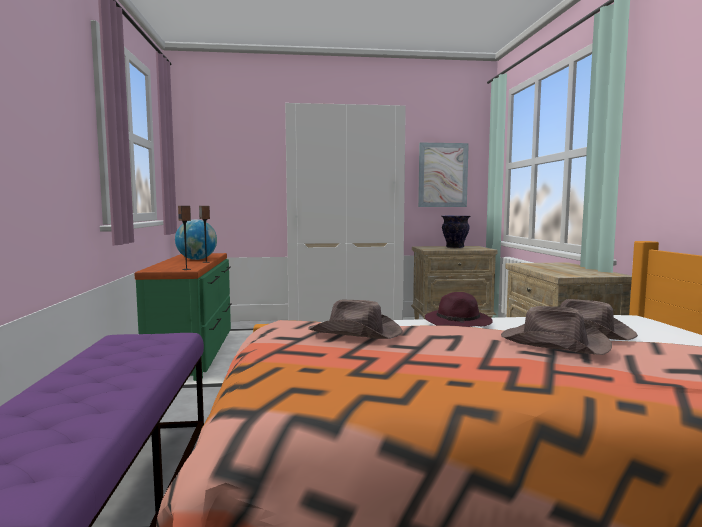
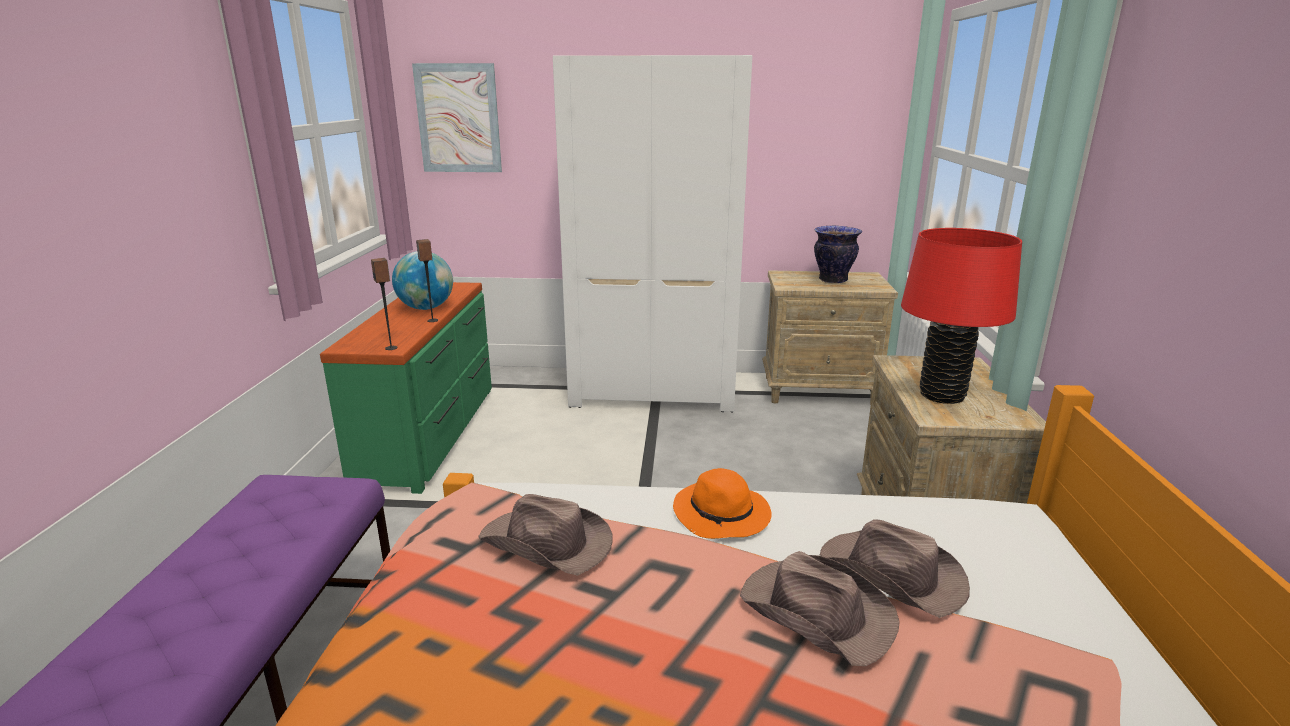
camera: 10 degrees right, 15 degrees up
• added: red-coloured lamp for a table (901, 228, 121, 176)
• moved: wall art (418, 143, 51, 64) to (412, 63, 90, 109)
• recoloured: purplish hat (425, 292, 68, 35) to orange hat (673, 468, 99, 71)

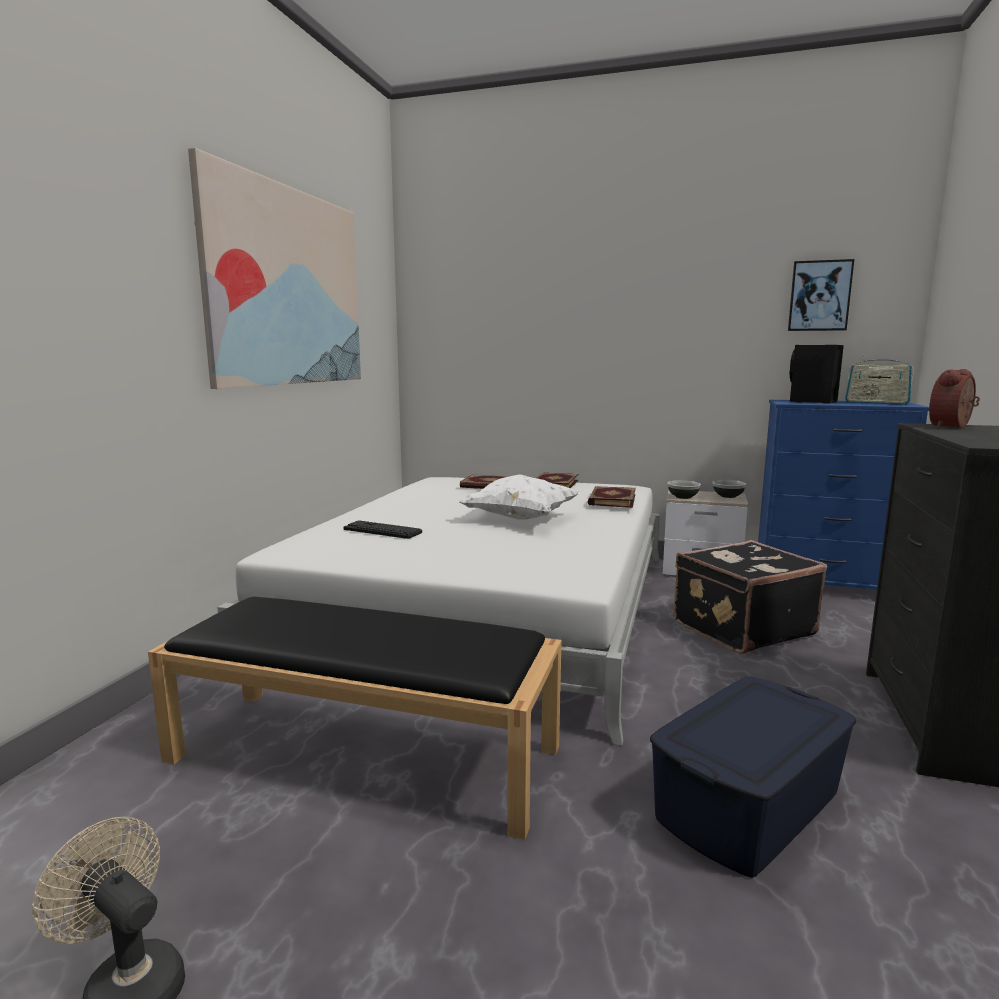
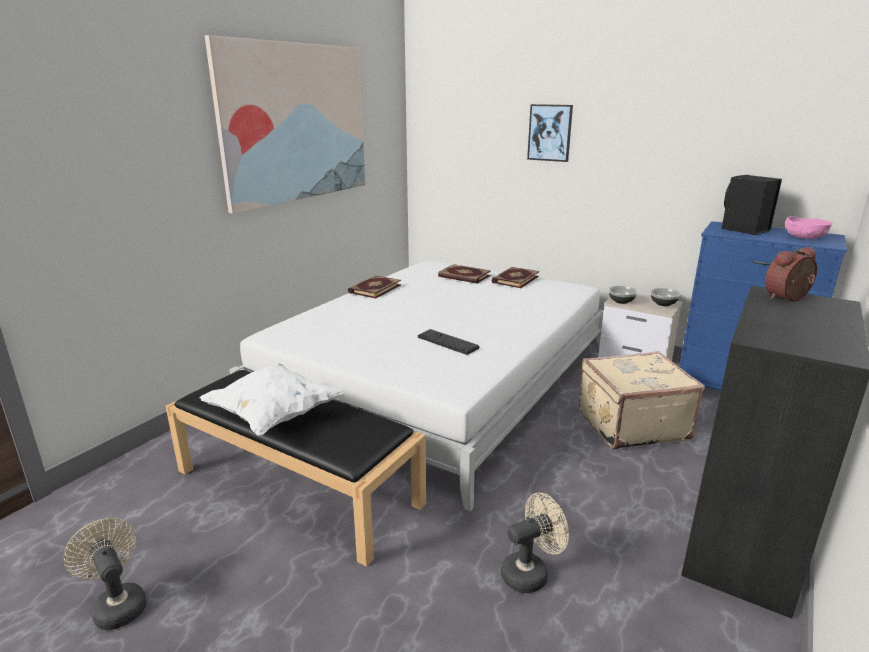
camera: 15 degrees right, 10 degrees up
• moved: computer keyboard (344, 520, 78, 19) to (418, 329, 61, 26)
• moved: white pillow (458, 474, 122, 46) to (200, 363, 144, 74)
• moved: bound book (588, 486, 48, 22) to (348, 275, 53, 24)
• moved: wall art (788, 259, 66, 72) to (527, 104, 46, 58)
• replaced: bluish storage box (650, 676, 206, 202) to sand-coloured fan (501, 492, 68, 101)
• replaced: radio set (845, 355, 69, 50) to pink-coloured serving bowl (785, 216, 47, 23)
• recoloured: blackish travel case (674, 540, 153, 114) to sand-coloured travel case (579, 351, 126, 99)

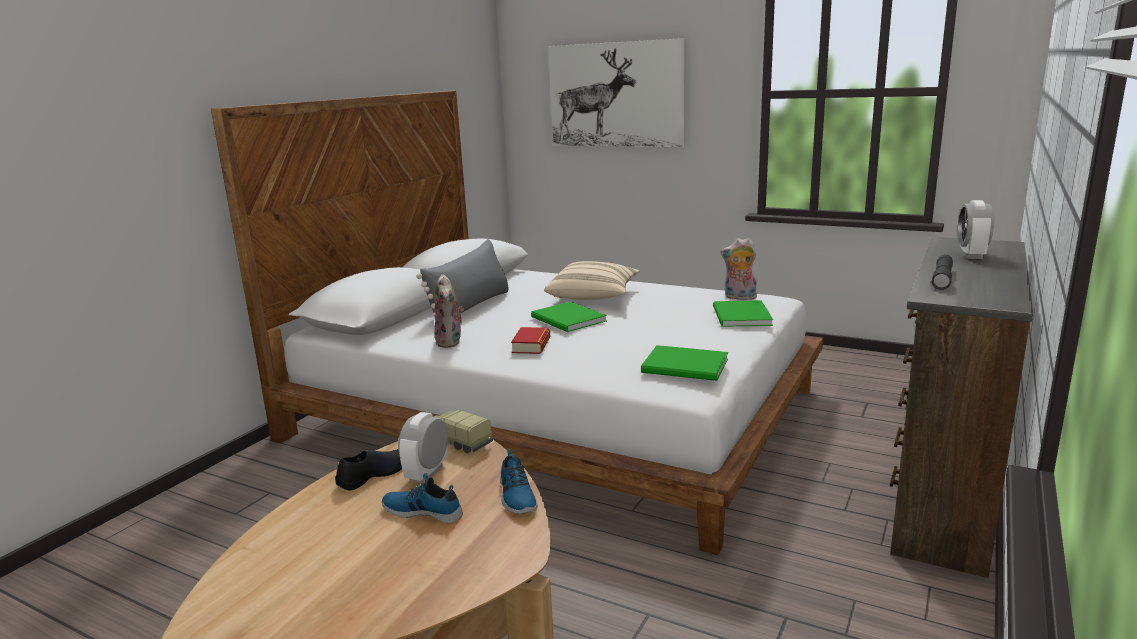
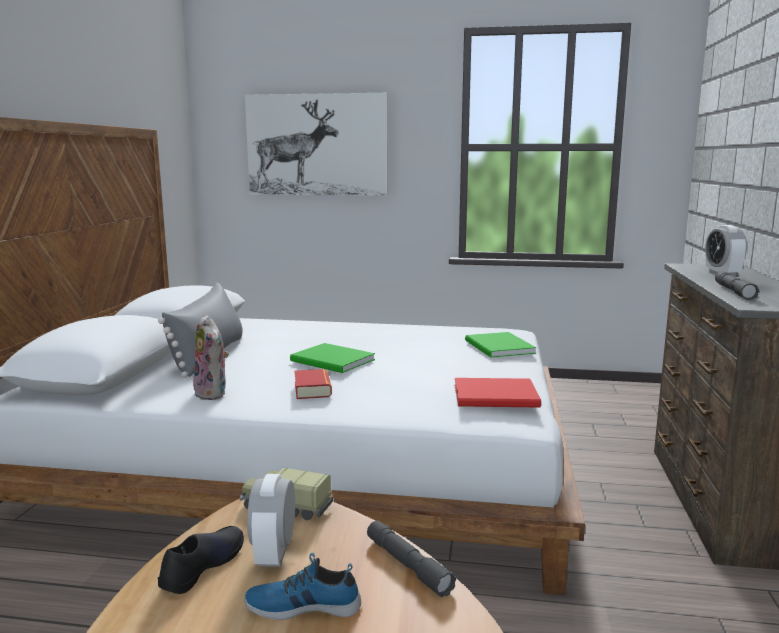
camera: 20 degrees left, 5 degrees down
• removed: sand-coloured pillow (544, 261, 96, 39)
• removed: soft toy (721, 238, 37, 62)
• replaced: shoe (500, 449, 38, 65) to gray hand torch (367, 521, 89, 76)
• recoloured: green-coloured bound book (641, 345, 87, 36) to red-coloured bound book (455, 378, 86, 30)

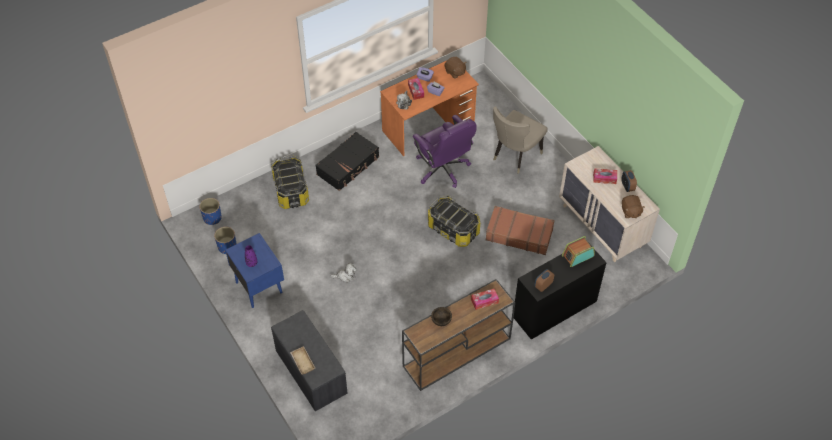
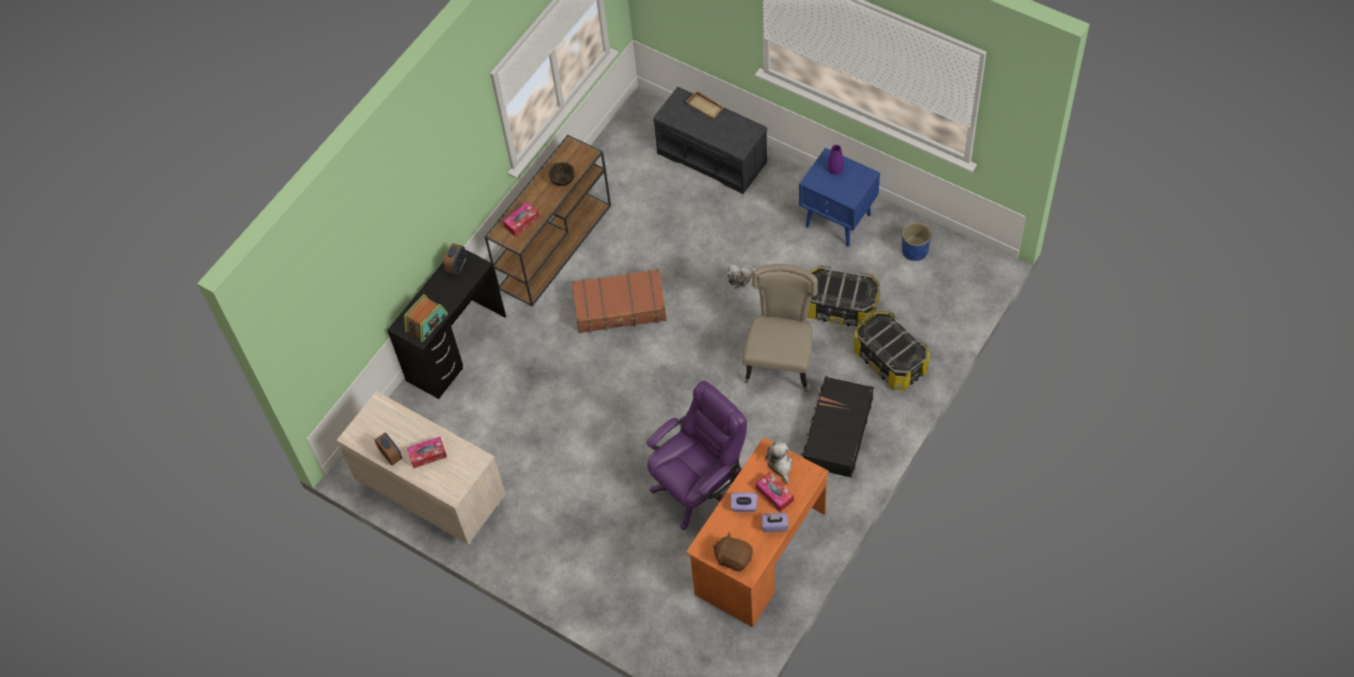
camera: 160 degrees right, 5 degrees up
• removed: bluish plant pot (199, 198, 23, 27)
• removed: brown soft toy (622, 195, 23, 23)
• moved: storage box (428, 196, 52, 51) to (807, 265, 73, 61)
• moved: brown travel case (486, 206, 69, 49) to (572, 269, 95, 64)
• moved: sand-coloured upright chair (493, 106, 55, 68) to (743, 264, 75, 128)
• turned: purplish computer chair (413, 115, 64, 73) = (646, 380, 101, 150) 105 degrees clockwise

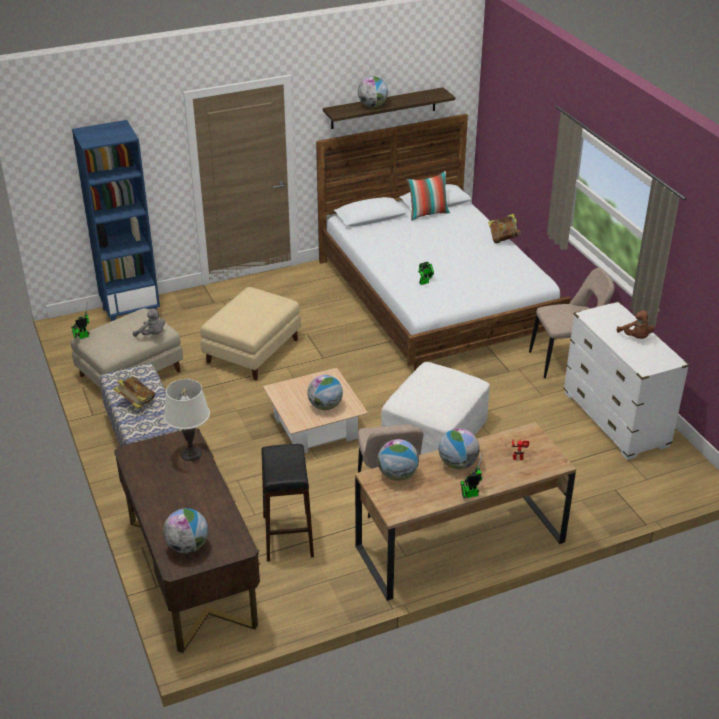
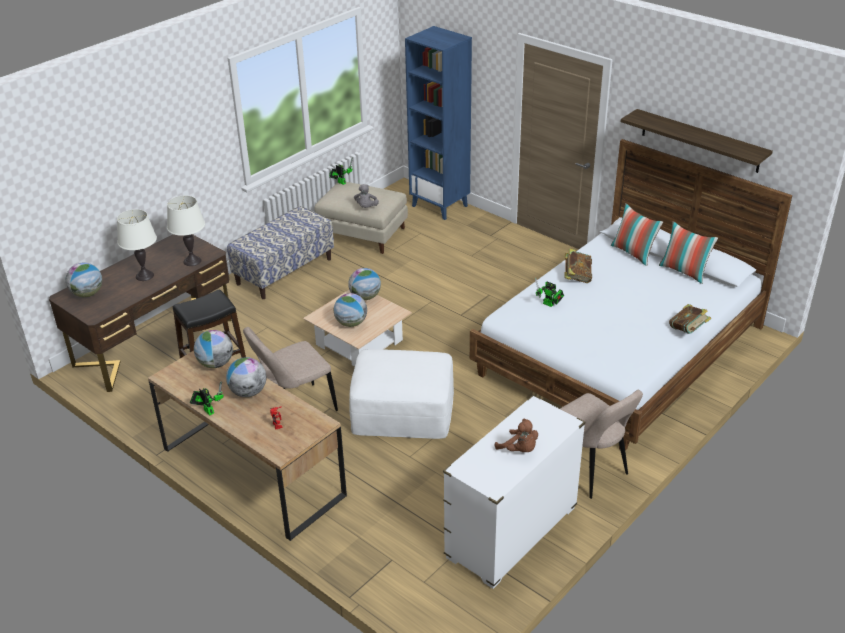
camera: 65 degrees right, 0 degrees up
• removed: sand-coloured footrest (200, 287, 101, 93)
• added: white lamp for a table (117, 209, 40, 72)
• added: pillow (611, 203, 52, 63)
• moved: bound book (113, 376, 42, 33) to (564, 248, 28, 35)
• moved: world globe (358, 76, 30, 32) to (348, 268, 33, 32)
• turned: brown soft toy (617, 310, 37, 29) = (495, 419, 43, 33) 90 degrees counterclockwise

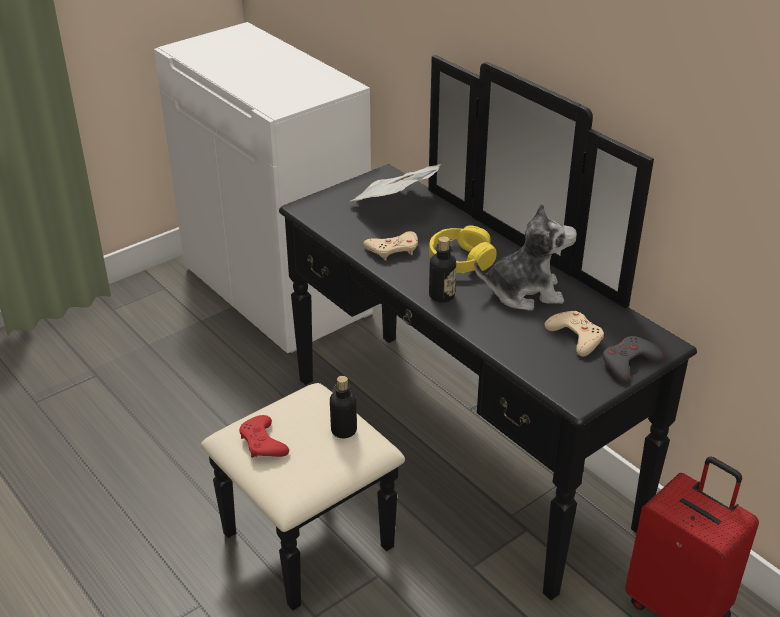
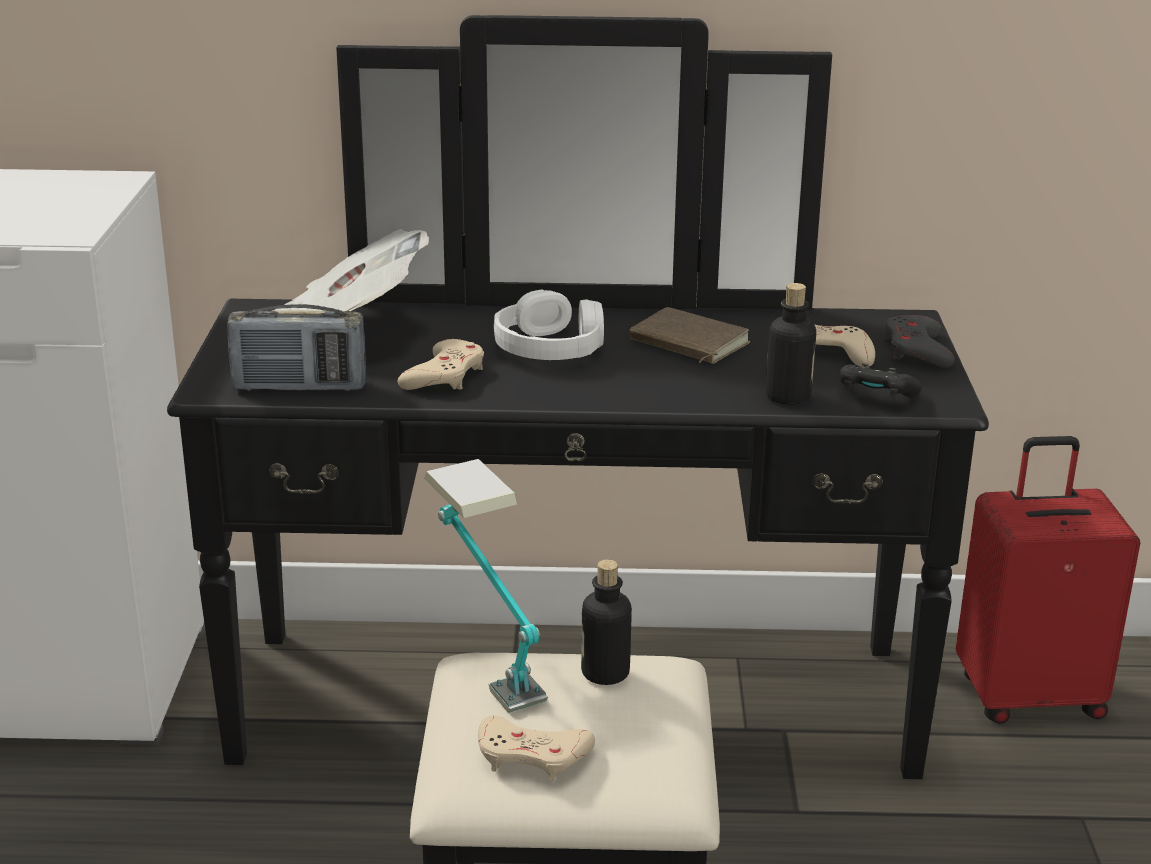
camera: 50 degrees left, 10 degrees down
• added: radio set (227, 304, 139, 87)
• added: lamp for a table (424, 459, 124, 254)
• added: blackish gamepad (839, 363, 83, 35)
• moved: bottle (429, 236, 27, 67) to (766, 283, 50, 122)
• replaced: soft toy (474, 202, 103, 109) to brown bound book (630, 307, 120, 57)
• recoloured: red-coloured gamepad (239, 415, 50, 43) to sand-coloured gamepad (478, 716, 117, 65)
• recoloured: yellow-coloured pair of headphones (429, 225, 68, 48) to white pair of headphones (494, 290, 110, 70)

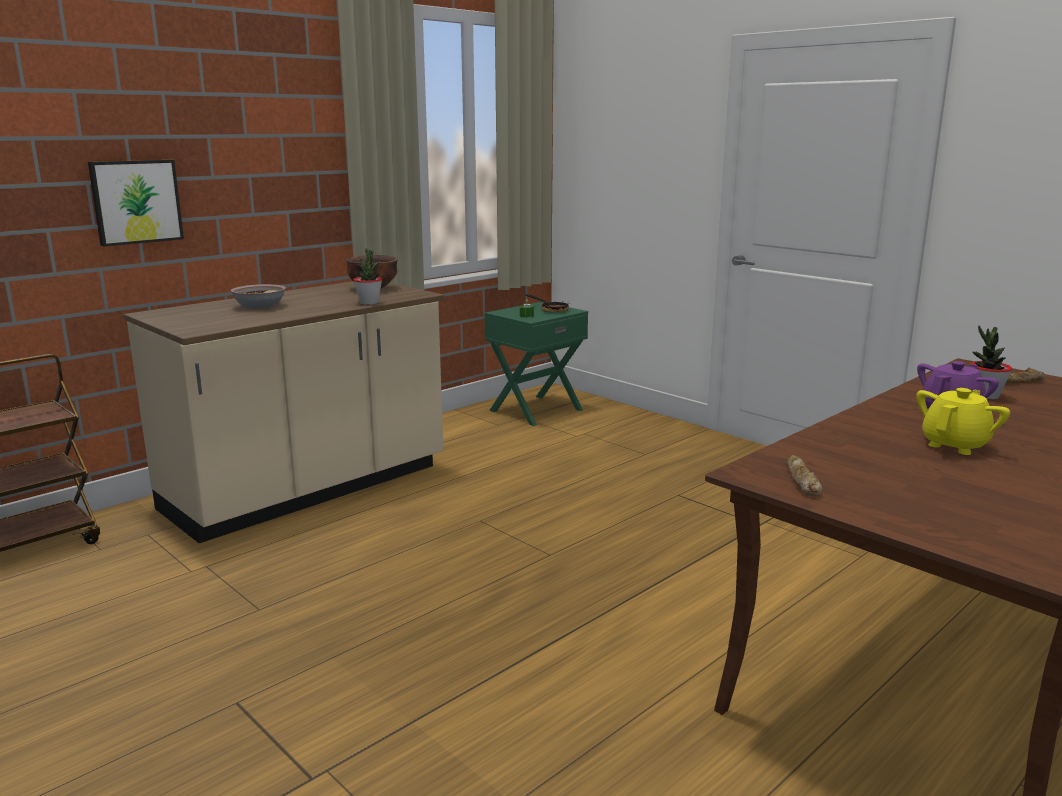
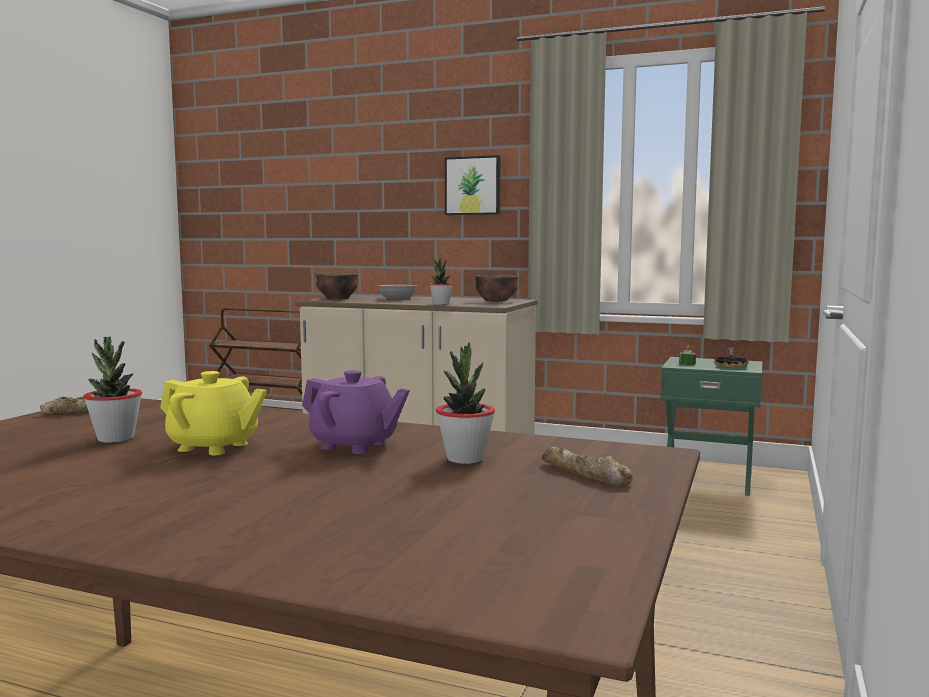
camera: 65 degrees right, 10 degrees down
• added: plant in a pot (83, 337, 59, 106)
• added: brown serving bowl (315, 274, 43, 26)
• moved: wall art (88, 160, 96, 86) to (445, 155, 55, 60)

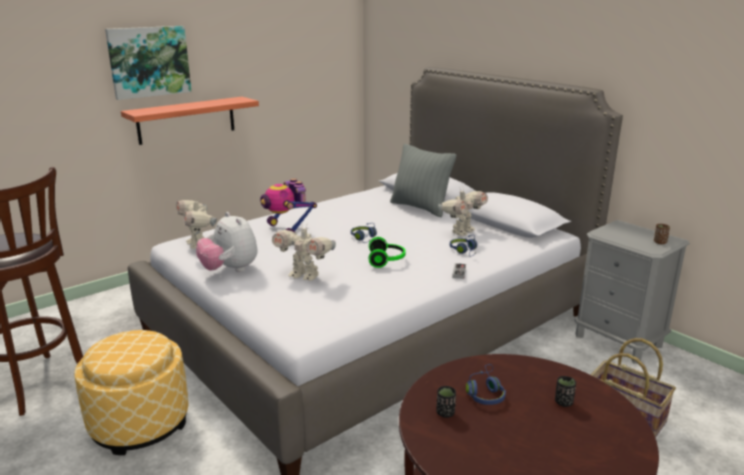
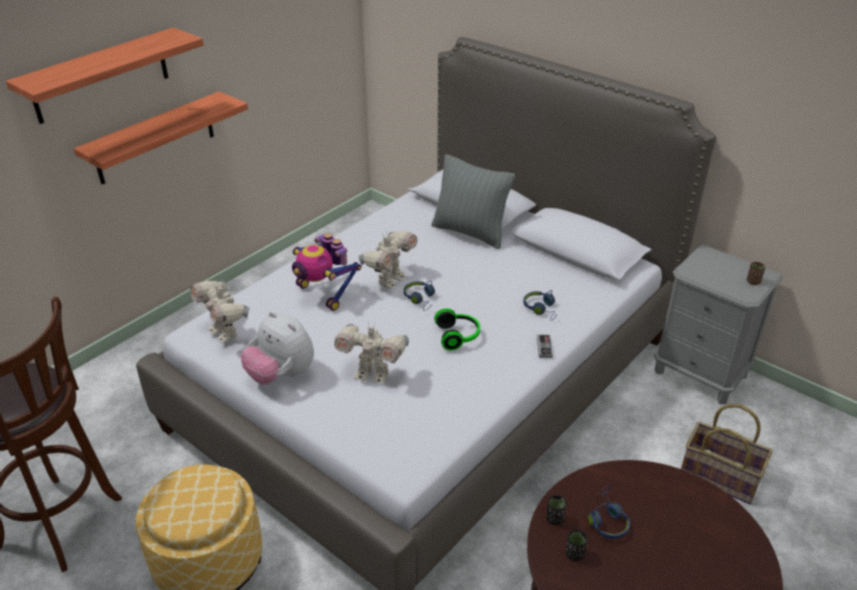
camera: 10 degrees left, 15 degrees up
• moved: toy robot (438, 189, 50, 47) to (359, 231, 59, 58)
• moved: blackish small cup (555, 376, 21, 31) to (546, 495, 21, 30)
• replaced: wall art (105, 26, 87, 74) to wall shelf (6, 28, 198, 96)

